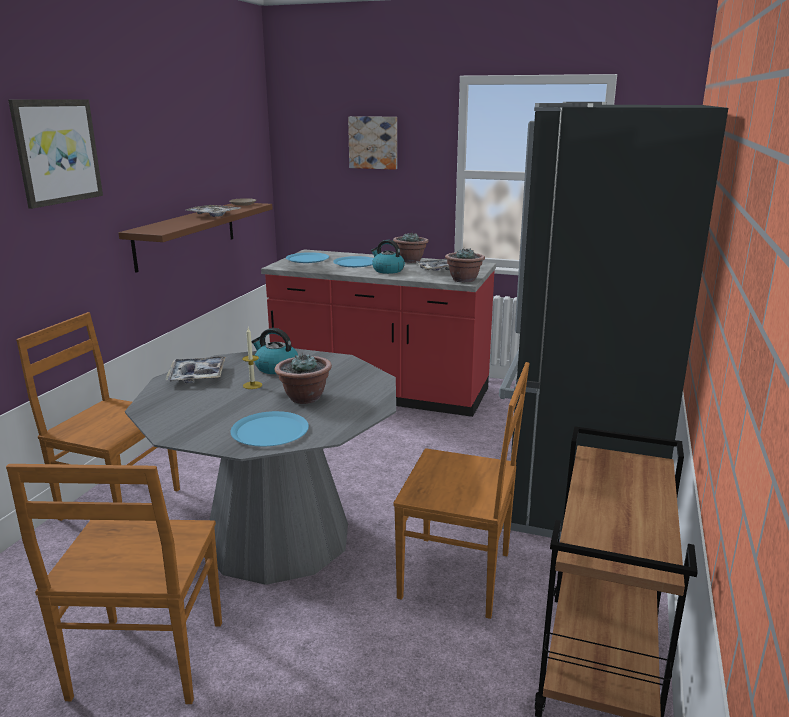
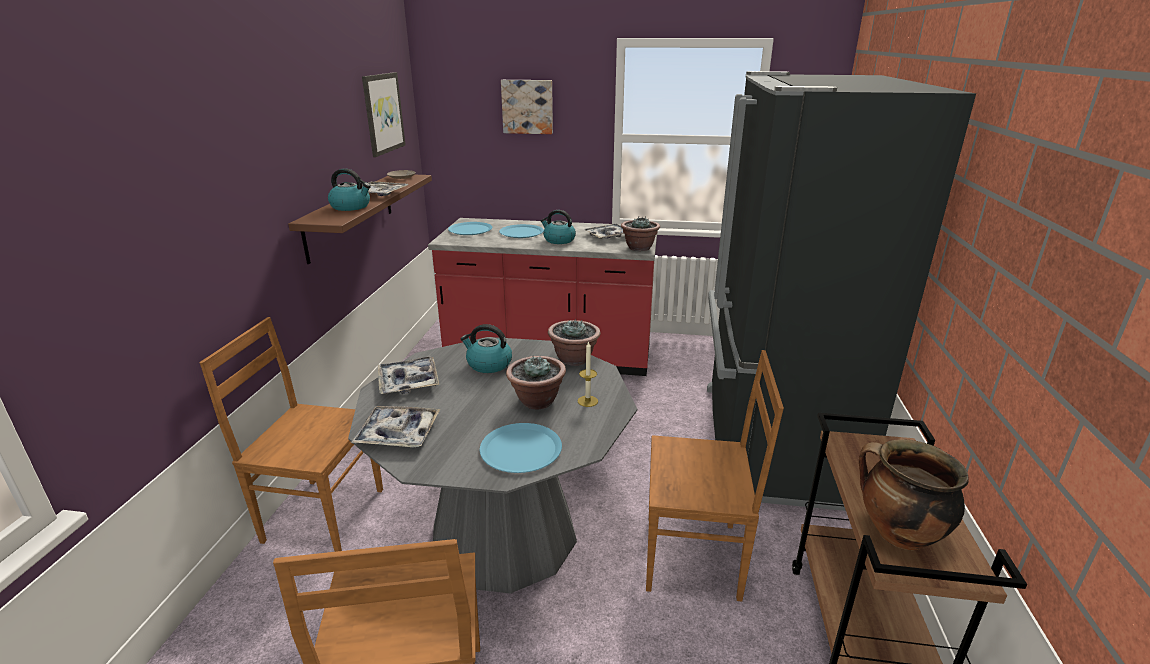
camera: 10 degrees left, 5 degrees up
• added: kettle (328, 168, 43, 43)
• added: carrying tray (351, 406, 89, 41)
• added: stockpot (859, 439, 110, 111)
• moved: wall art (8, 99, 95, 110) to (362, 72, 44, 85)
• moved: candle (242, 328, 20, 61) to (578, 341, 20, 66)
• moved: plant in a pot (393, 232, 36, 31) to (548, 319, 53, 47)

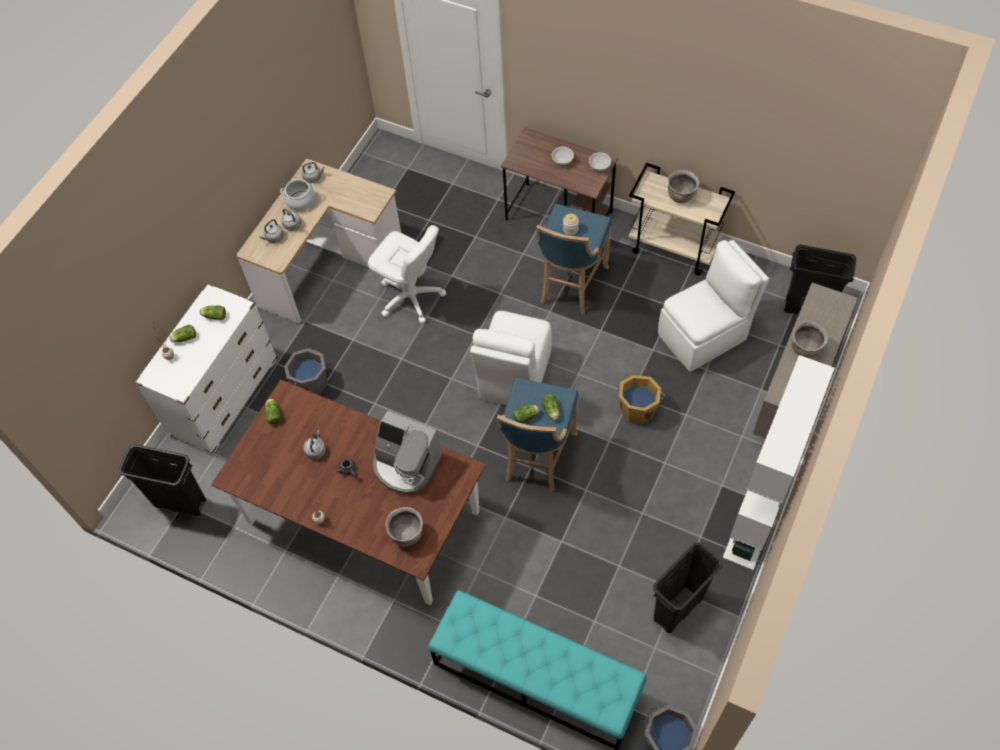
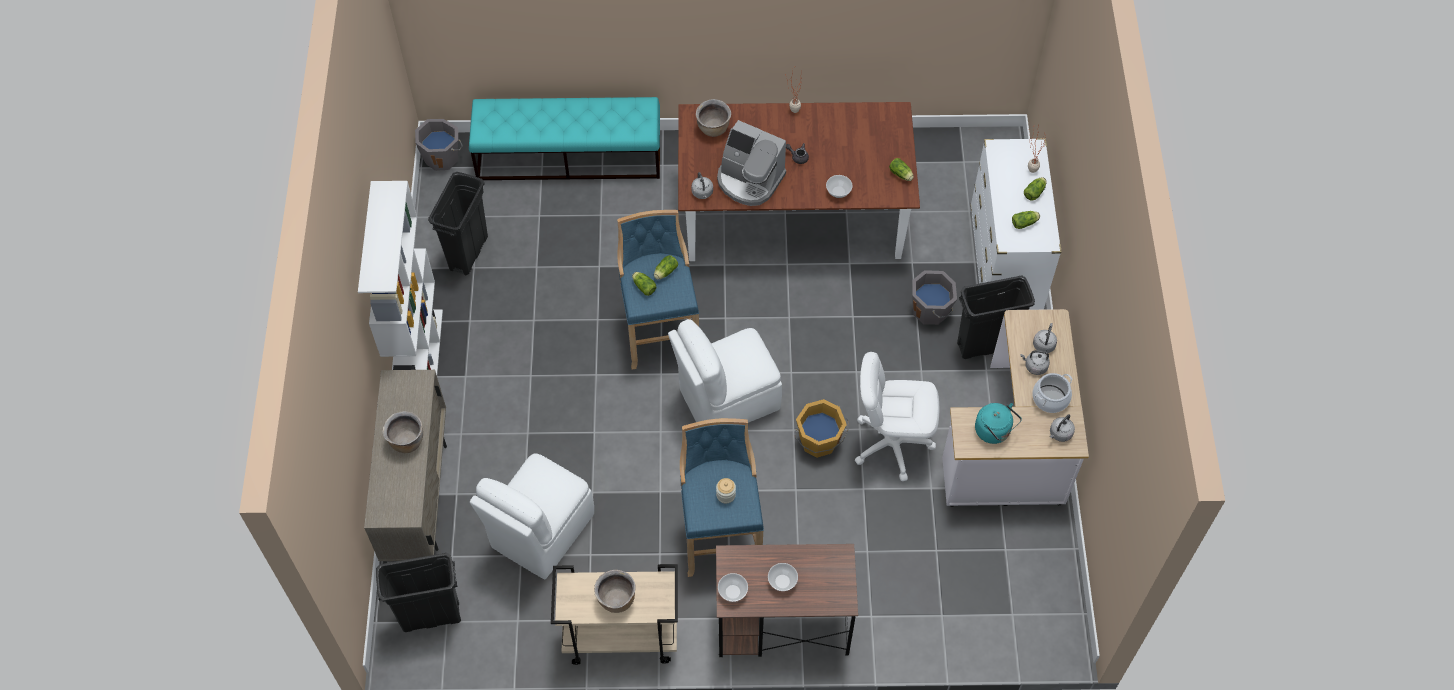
camera: 150 degrees right, 0 degrees up
• added: serving bowl (826, 175, 27, 23)
• added: blue-green kettle (975, 403, 47, 41)
• moved: blackish waste bin (119, 444, 87, 72) to (957, 275, 78, 84)
• moved: gray kettle (303, 430, 23, 30) to (691, 172, 22, 27)
• moved: orange water bucket (614, 375, 51, 49) to (795, 399, 54, 59)
• turned: coffee brewer (373, 411, 69, 83) = (717, 120, 69, 86) 150 degrees counterclockwise
• turned: white upright chair (470, 311, 82, 94) = (668, 319, 114, 104) 105 degrees counterclockwise

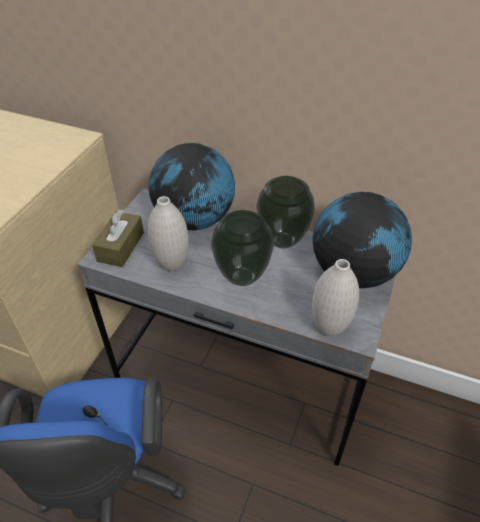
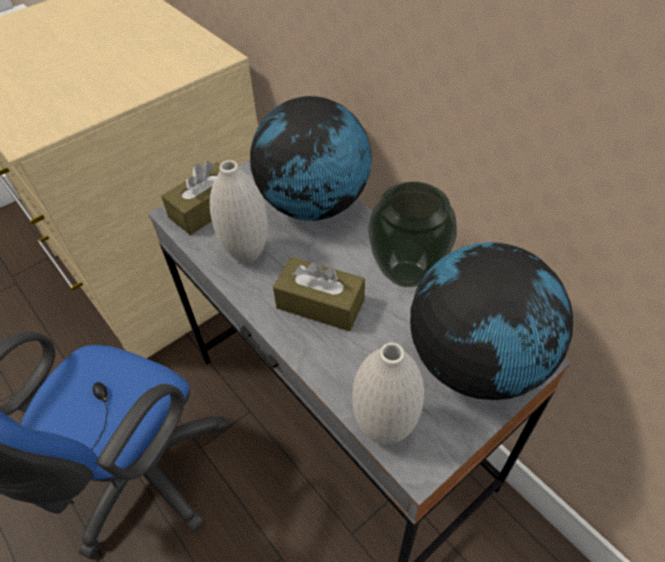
camera: 30 degrees right, 5 degrees up
• replaced: vase (211, 210, 63, 76) to brown tissue holder (273, 257, 92, 74)

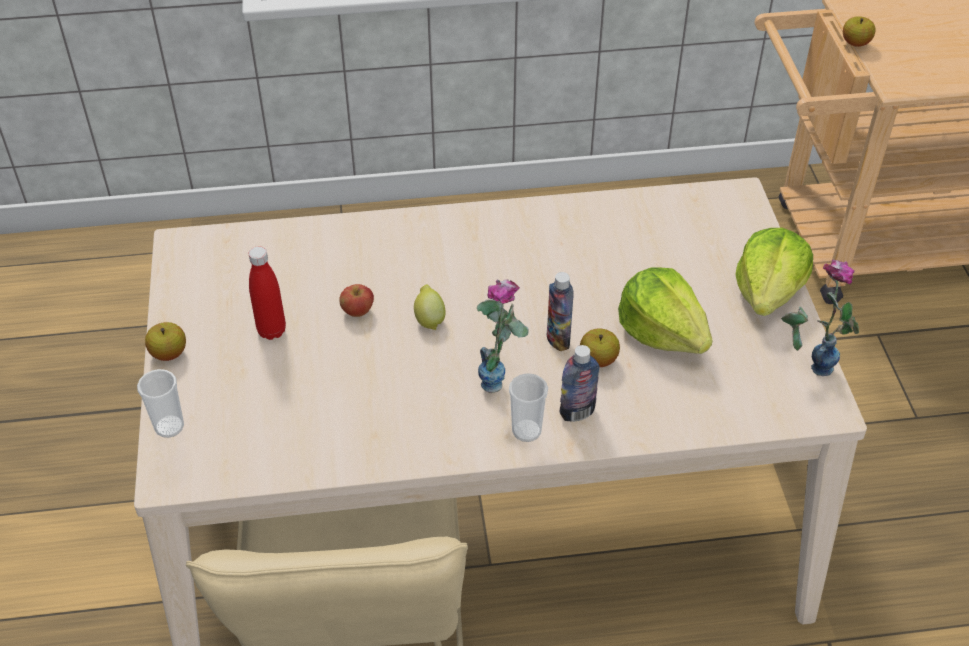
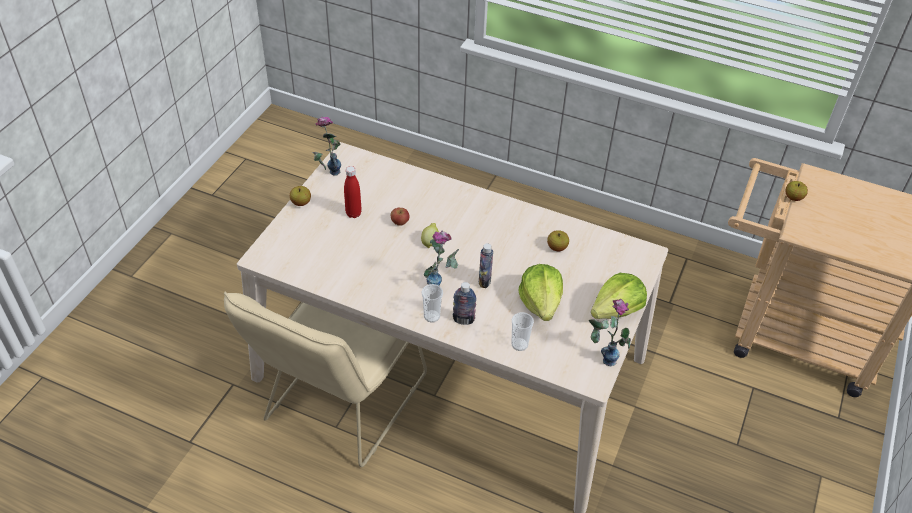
camera: 30 degrees right, 0 degrees up
• added: vase (312, 117, 29, 59)
• moved: small cup (137, 369, 47, 69) to (511, 312, 23, 39)
• moved: apple fruit (580, 328, 40, 39) to (547, 230, 22, 21)

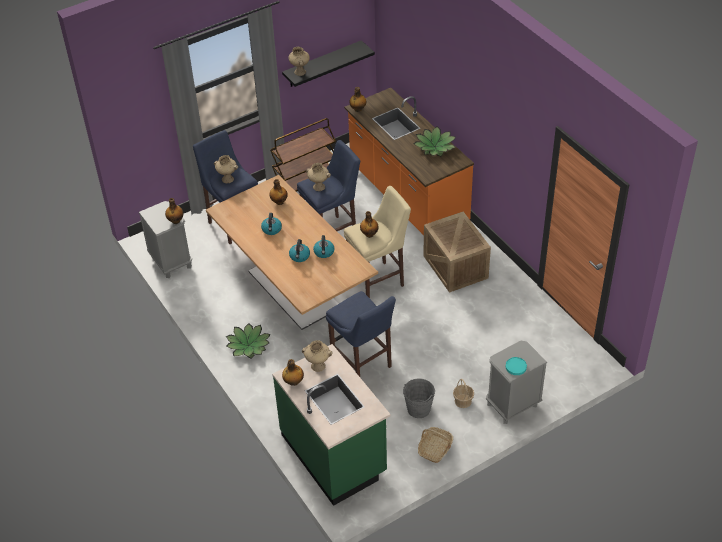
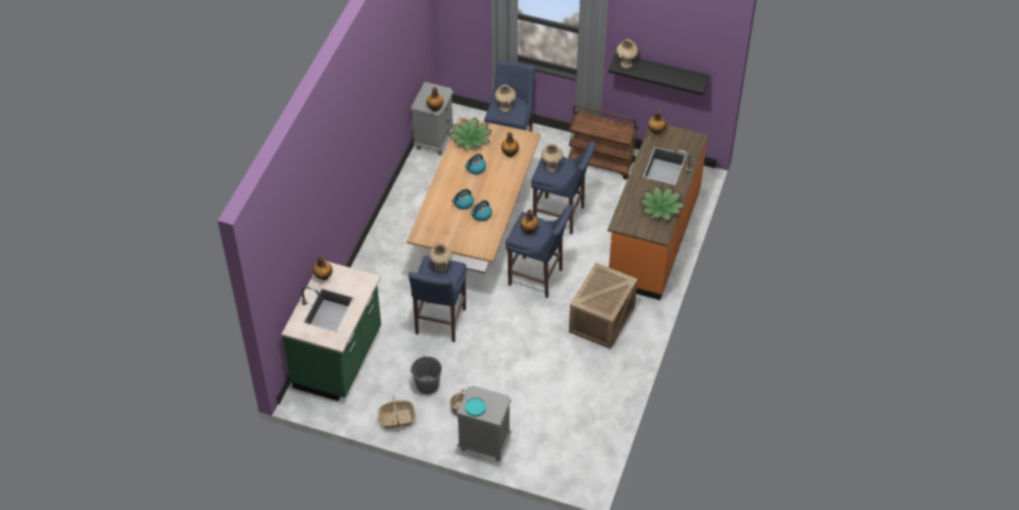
camera: 50 degrees right, 5 degrees up
• moved: plant in a pot (226, 323, 44, 36) to (449, 117, 44, 34)
• moved: sand-coloured vase (302, 340, 31, 32) to (429, 244, 23, 28)
• recoloured: sand-coloured sitting stool (344, 186, 67, 112) to bluish sitting stool (506, 205, 67, 93)

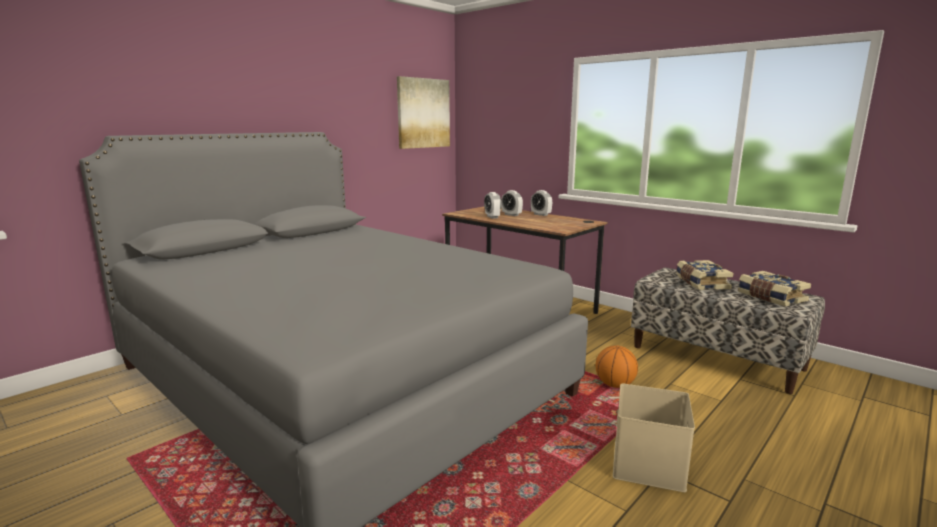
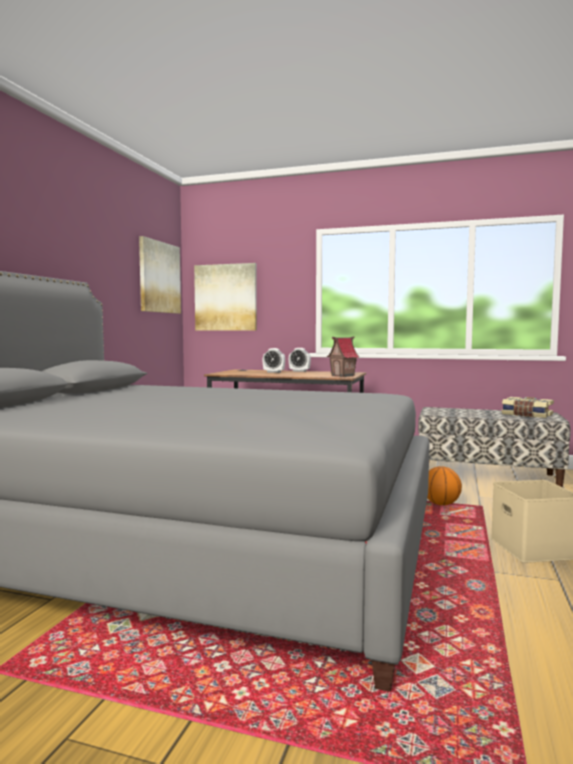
camera: 25 degrees left, 10 degrees down
• removed: alarm clock (484, 192, 17, 27)
• removed: bound book (676, 260, 58, 30)
• added: wall art (194, 263, 63, 68)
• added: miniature house (327, 337, 33, 40)

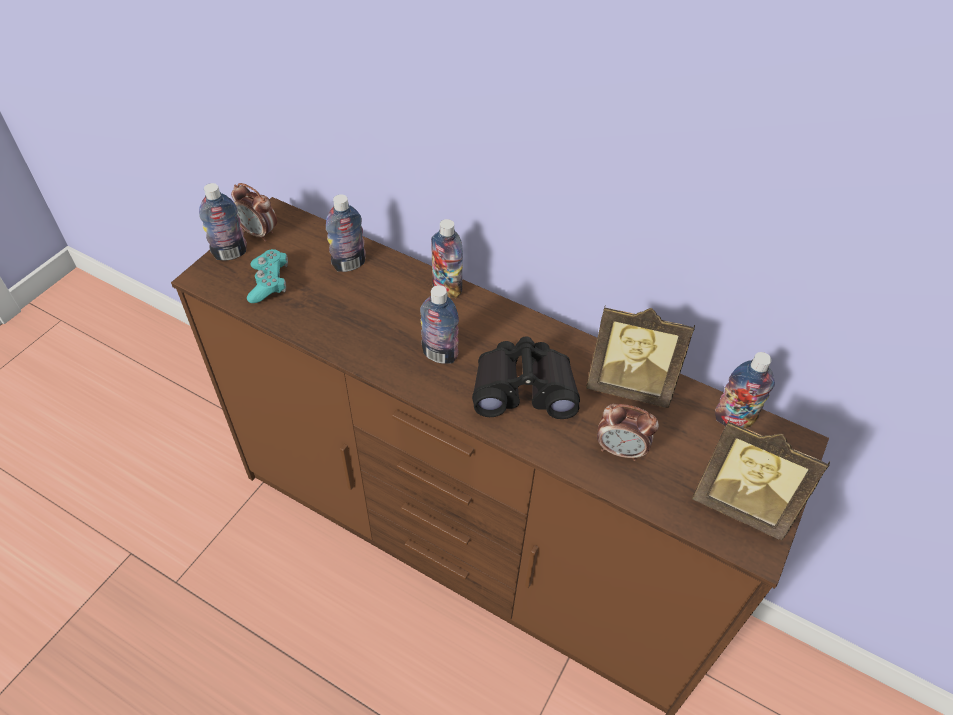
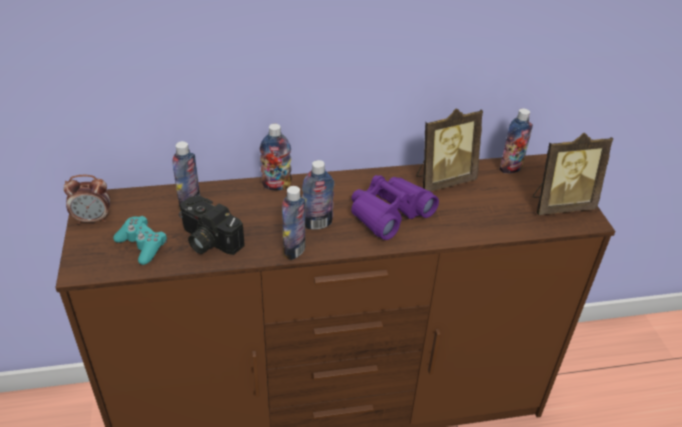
camera: 40 degrees left, 10 degrees down
• removed: alarm clock (597, 404, 62, 57)
• added: still camera (179, 196, 65, 59)
• moved: bottle (199, 183, 48, 77) to (282, 186, 23, 74)
• recoloured: blackish binoculars (472, 336, 108, 83) to purplish binoculars (351, 175, 88, 65)

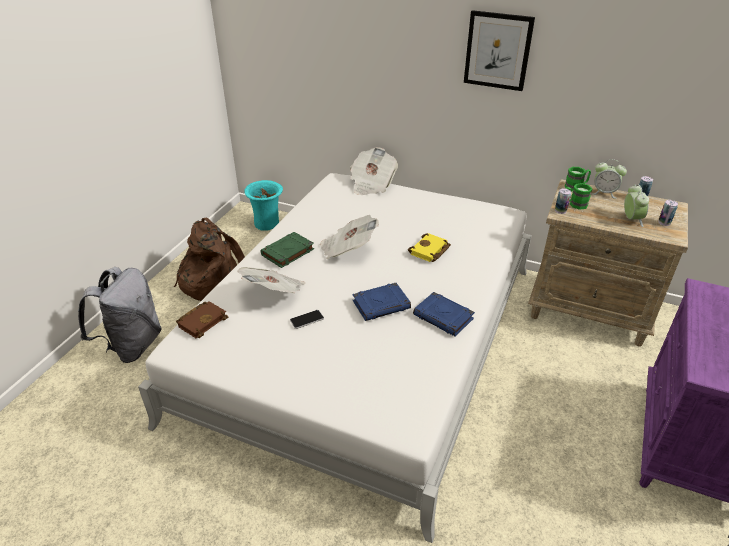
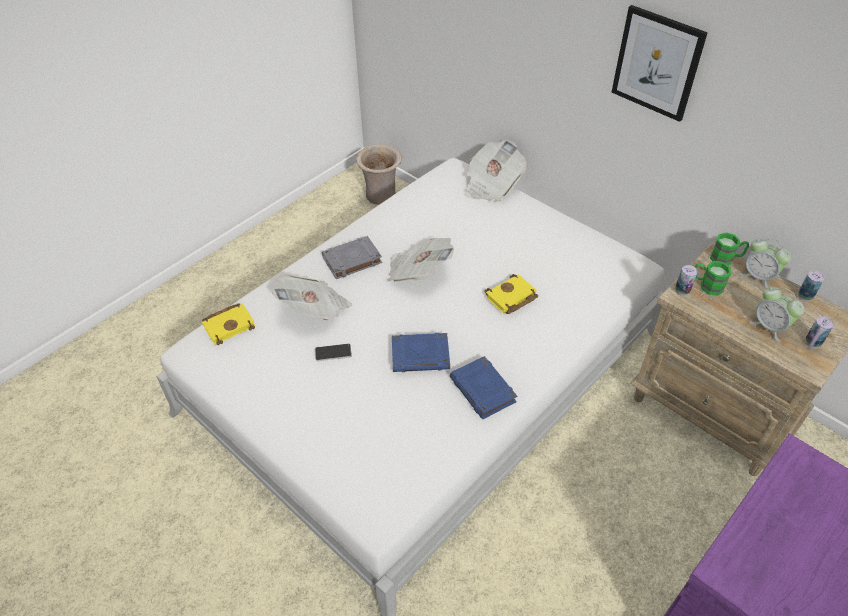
camera: 20 degrees right, 10 degrees up
• removed: gray rucksack (78, 267, 84, 96)
• removed: brown rucksack (174, 218, 71, 83)
• recoloured: brown bound book (176, 301, 52, 37) to yellow-coloured bound book (202, 303, 53, 42)
• recoloured: blue-green vase (244, 180, 39, 51) to sand-coloured vase (356, 144, 46, 61)
• recoloured: green-coloured bound book (260, 232, 54, 36) to gray bound book (322, 236, 60, 43)
• turned: alarm clock (624, 185, 25, 42) = (749, 287, 55, 55) 120 degrees clockwise

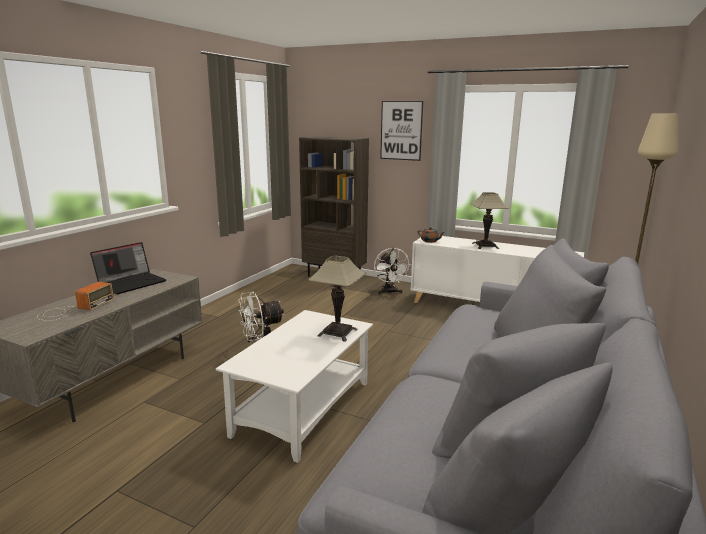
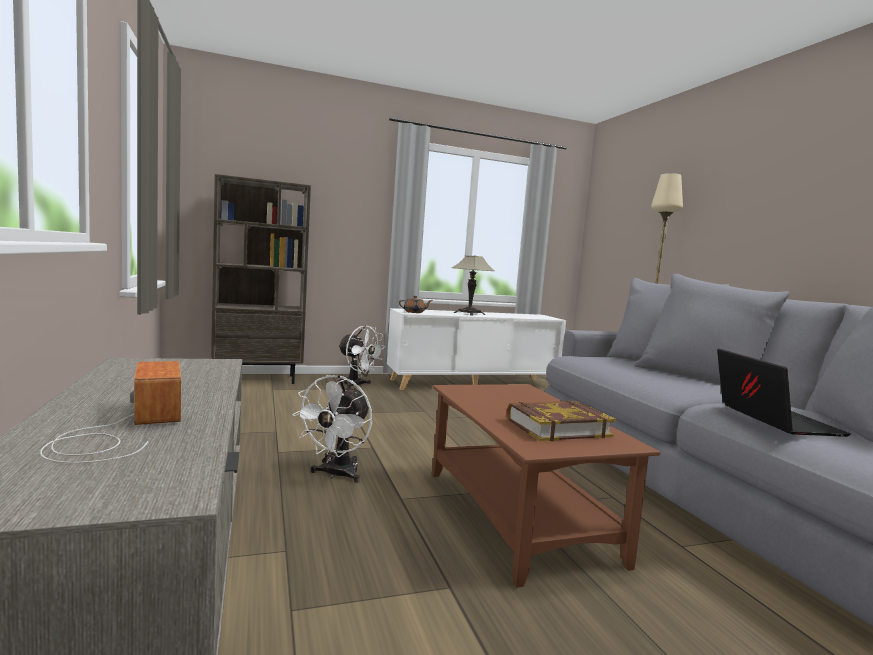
camera: 45 degrees left, 10 degrees down
• removed: lamp for a table (308, 255, 58, 87)
• removed: wall art (380, 101, 43, 60)
• added: bound book (507, 400, 109, 41)
• moved: laptop (90, 242, 77, 52) to (717, 349, 134, 88)
• recoloured: white lounge table (216, 310, 157, 153) to brown lounge table (432, 384, 228, 204)

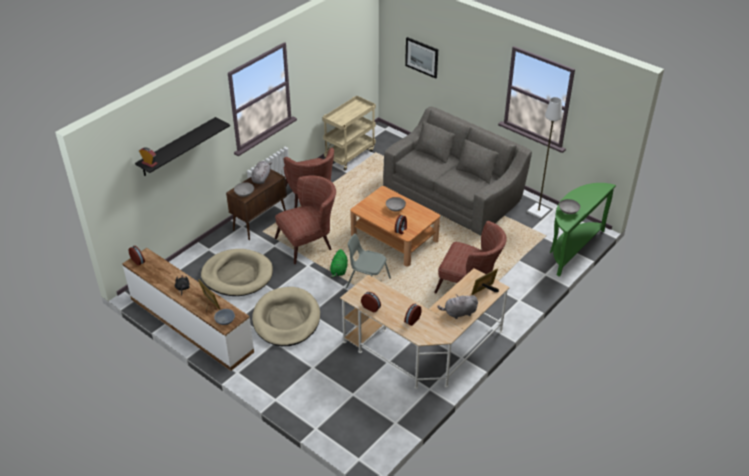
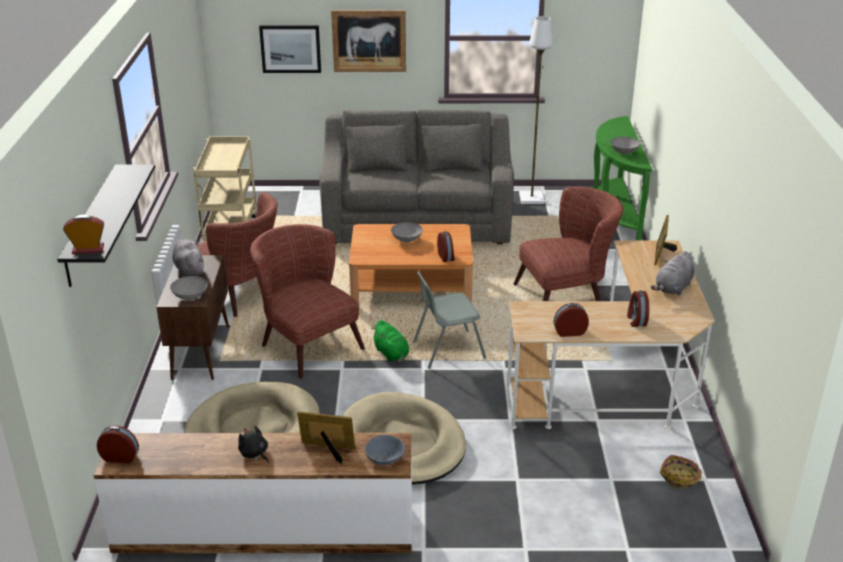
camera: 40 degrees left, 10 degrees down
• added: wall art (331, 10, 75, 62)
• added: storage basket (660, 455, 42, 34)
• turned: brown easy chair (275, 175, 61, 89) = (250, 224, 115, 154) 60 degrees counterclockwise

